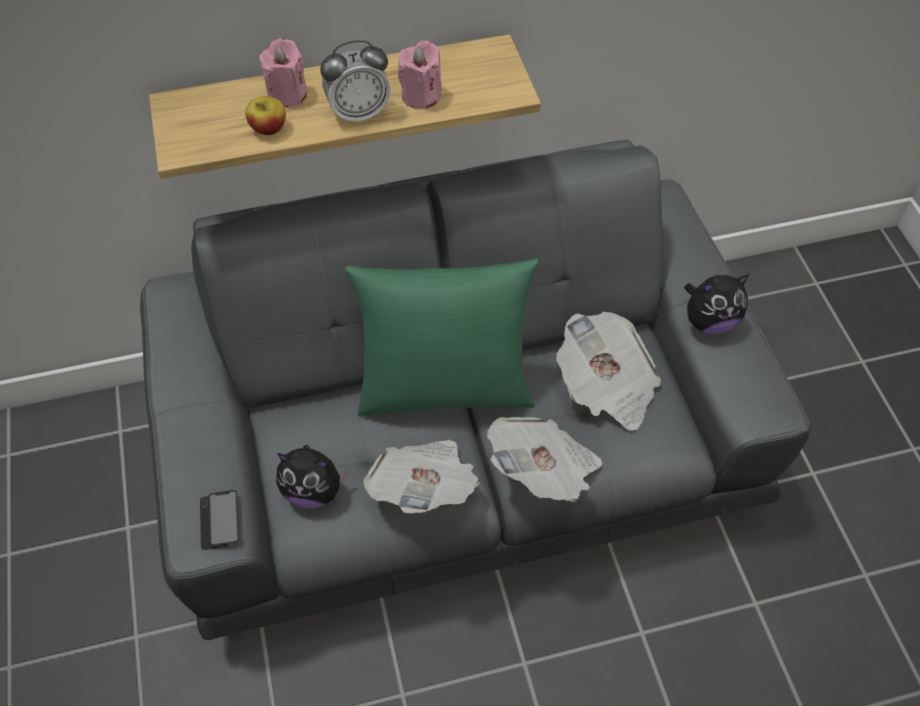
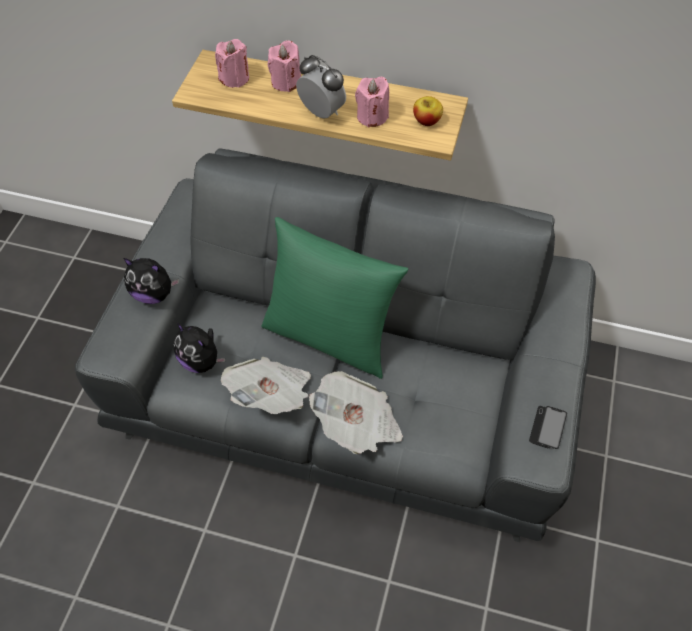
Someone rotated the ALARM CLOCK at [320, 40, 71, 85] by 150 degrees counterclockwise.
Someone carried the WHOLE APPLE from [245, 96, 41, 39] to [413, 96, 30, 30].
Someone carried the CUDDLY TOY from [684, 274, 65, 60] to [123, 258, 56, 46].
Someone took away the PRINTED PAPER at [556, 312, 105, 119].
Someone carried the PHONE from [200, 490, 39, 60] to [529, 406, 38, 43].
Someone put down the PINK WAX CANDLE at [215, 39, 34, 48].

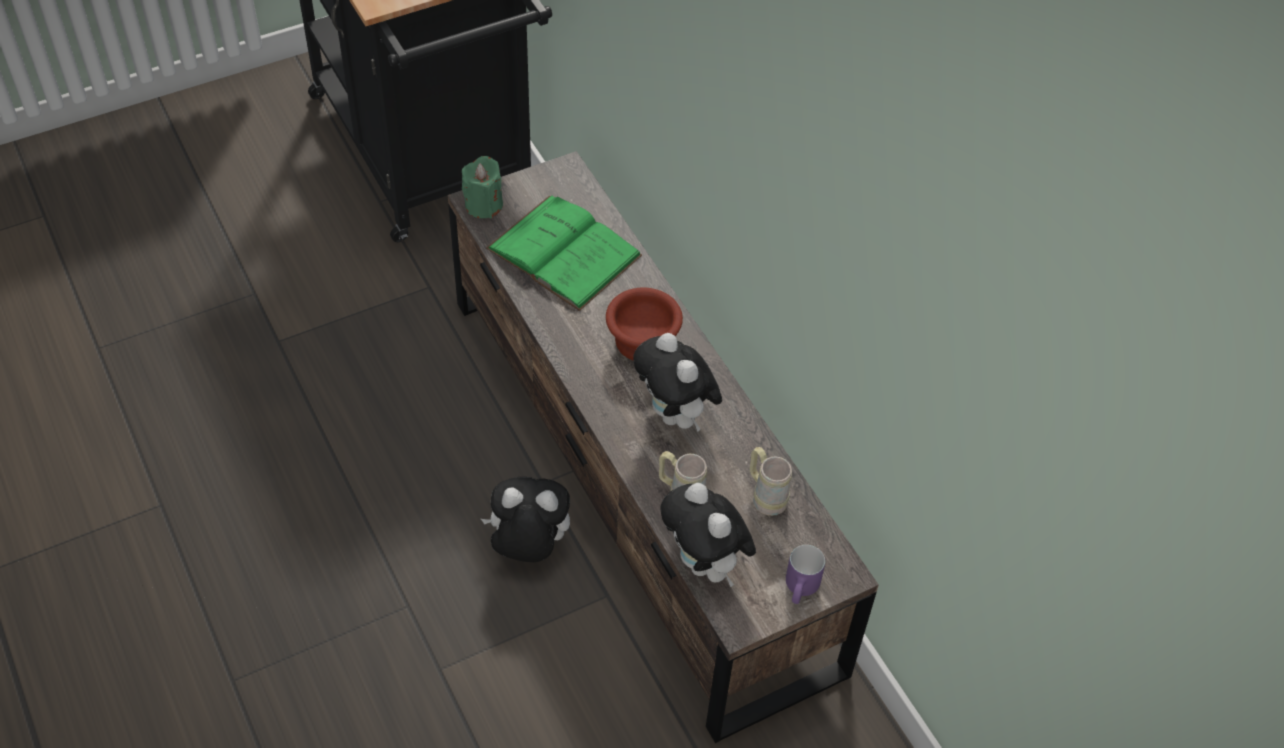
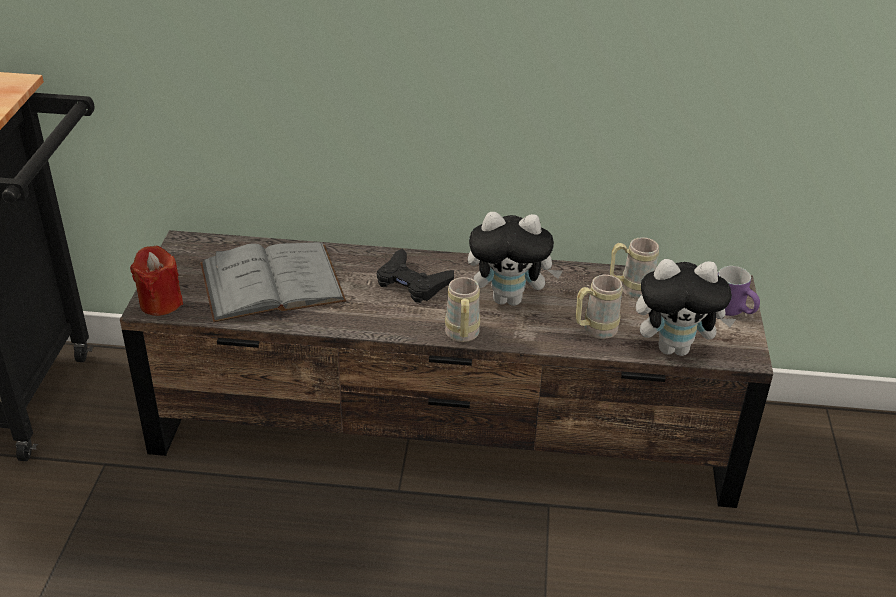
Someone repainted the GREEN WAX CANDLE at [462, 156, 41, 62], which became the RED WAX CANDLE at [130, 246, 53, 70].
Someone repainted the GREEN BOOK at [486, 195, 156, 116], which became the GREYISH BOOK at [200, 242, 146, 80].
Someone swapped the BROWN SERVING BOWL at [606, 288, 77, 73] for the BLACK-COLOURED JOYPAD at [377, 248, 77, 55].
Someone took away the CUDDLY TOY at [481, 477, 89, 85].
Someone put down the SAND-COLOURED MUG at [445, 277, 35, 65].

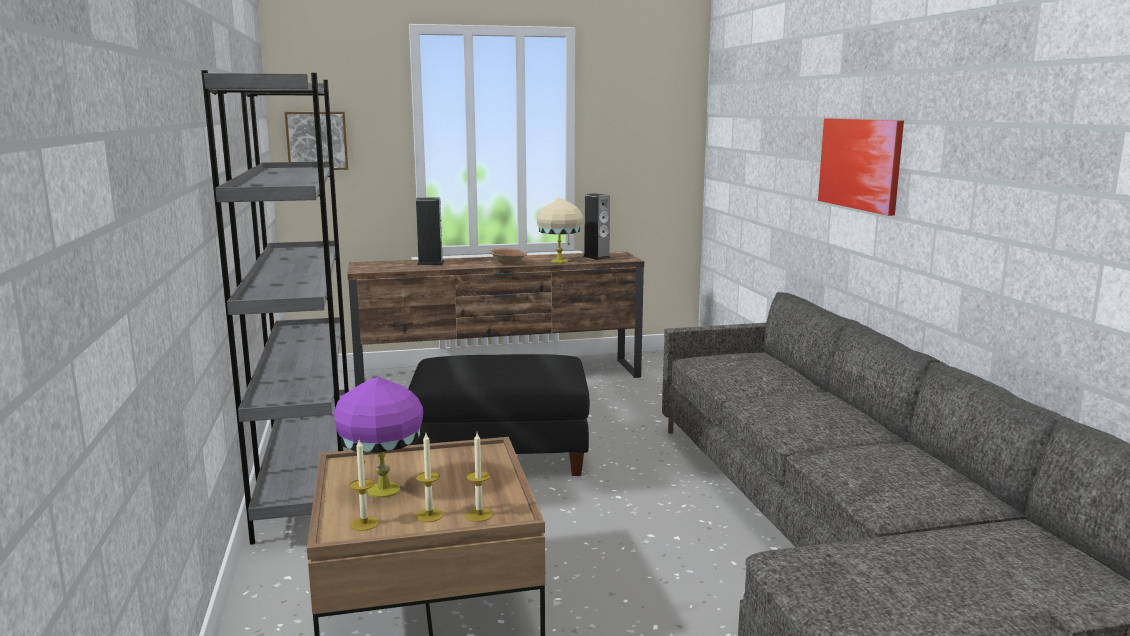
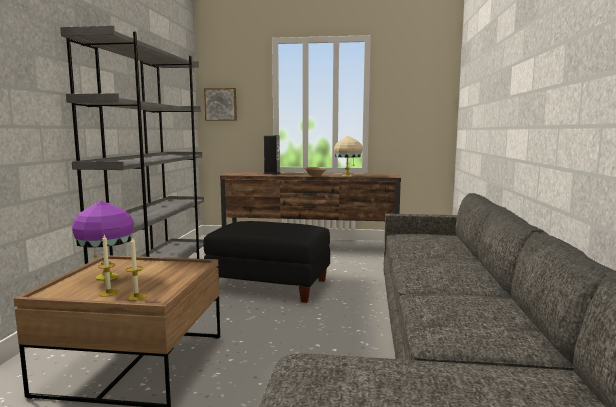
Someone took away the PICTURE at [818, 118, 86, 98].
Someone took away the AUDIO SPEAKER at [583, 193, 27, 67].
Someone took away the WAX CANDLE at [350, 440, 29, 91].

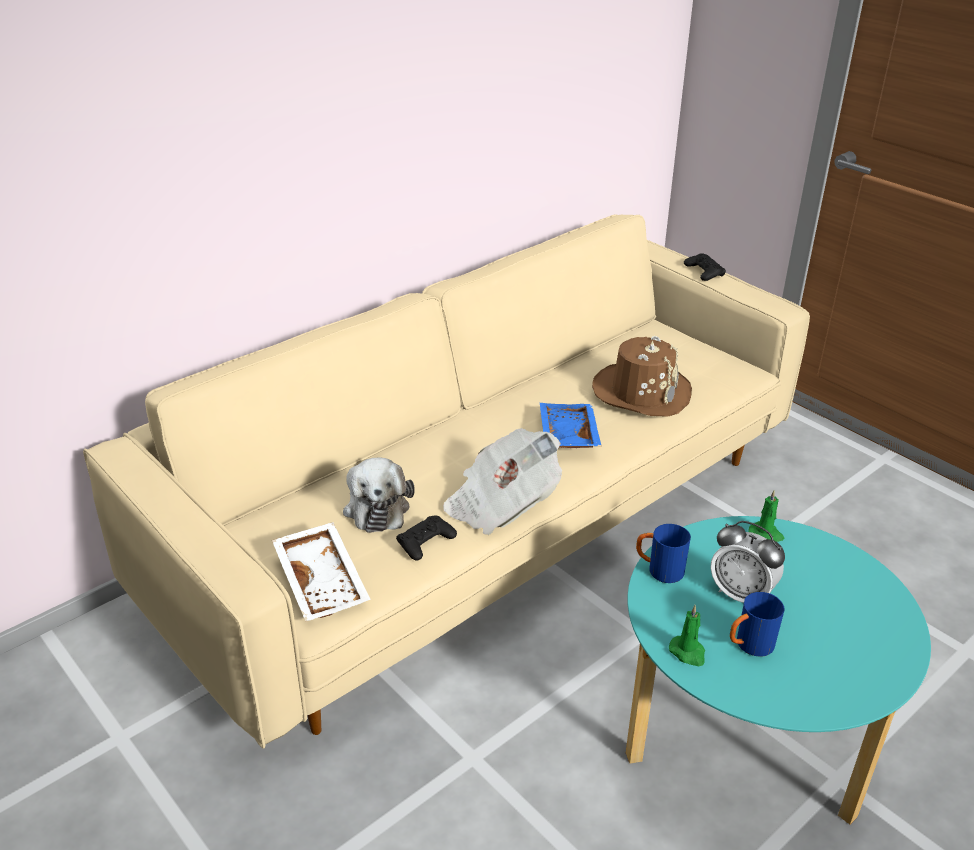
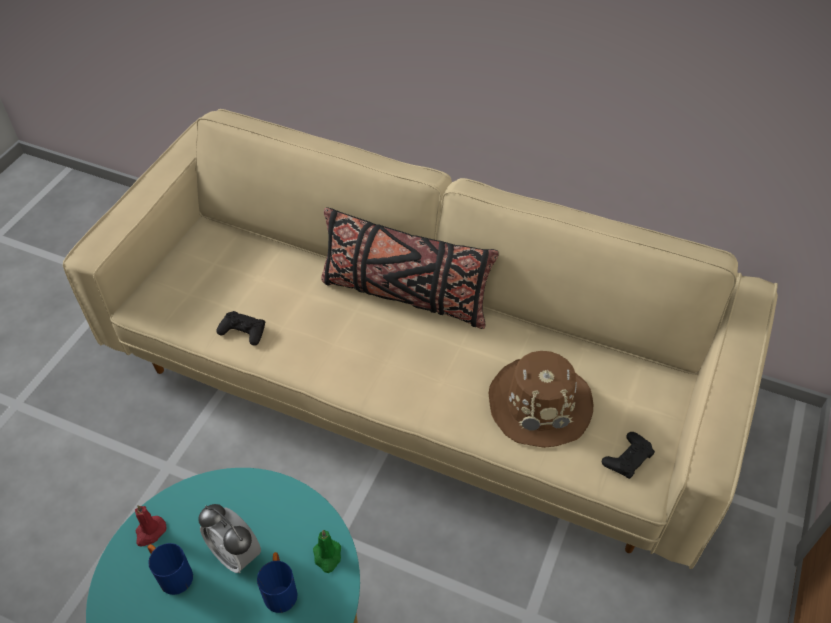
Someone carried the BLACK-COLOURED JOYPAD from [684, 254, 42, 27] to [602, 432, 53, 47].
Someone took away the BLUE-COLOURED CARRYING TRAY at [540, 403, 62, 45].
Someone took away the PRINTED PAPER at [443, 428, 119, 107].
Someone took away the CUDDLY TOY at [343, 457, 72, 76].
Someone rotated the ALARM CLOCK at [711, 521, 74, 82] by 60 degrees counterclockwise.
Someone took away the WHITE-COLOURED CARRYING TRAY at [272, 522, 99, 100].
Someone carried the BLUE-COLOURED MUG from [636, 524, 55, 59] to [257, 552, 41, 61].
Someone repainted the GREEN WAX CANDLE at [669, 605, 36, 61], which became the RED WAX CANDLE at [135, 505, 32, 42].
Someone put down the BLACK-COLOURED PILLOW at [321, 207, 178, 122].

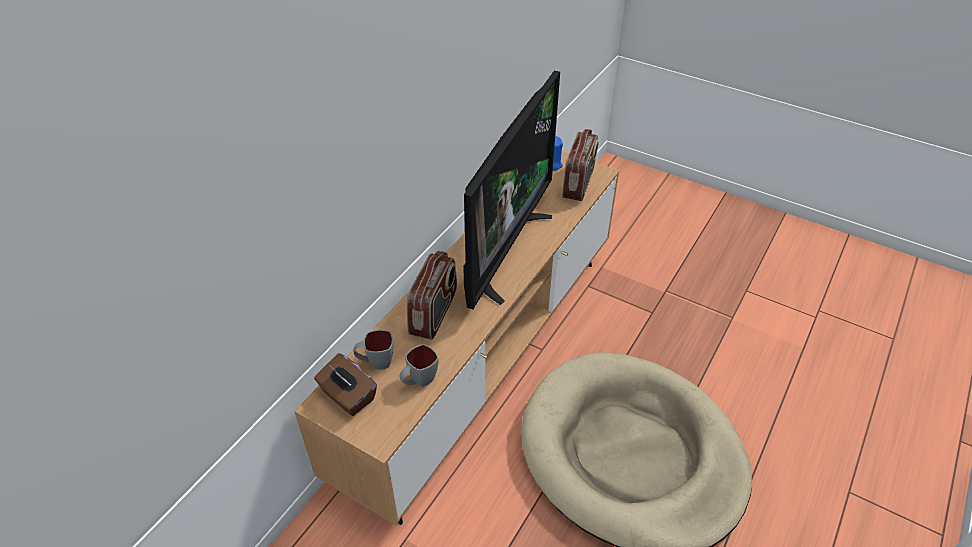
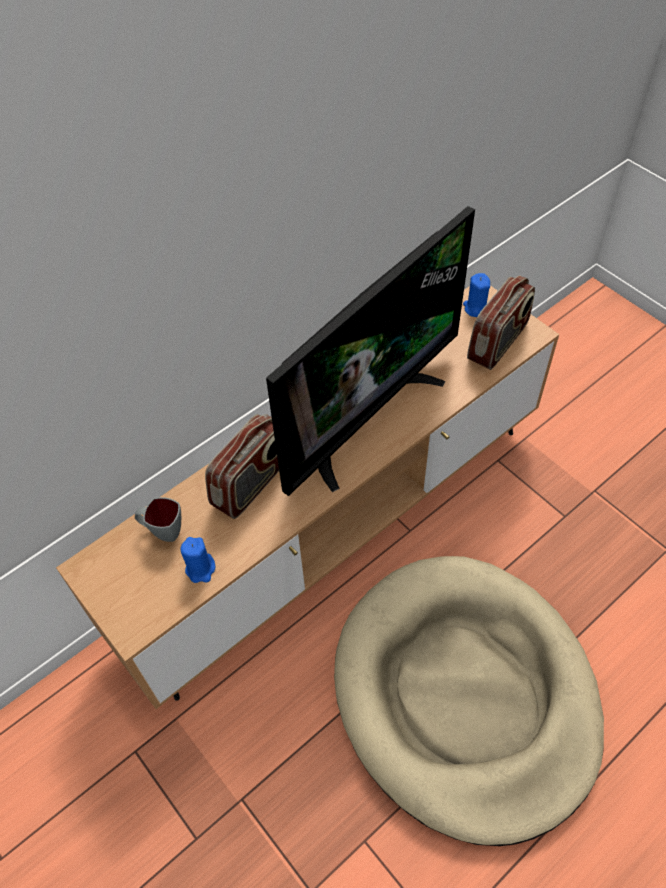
Someone swapped the GREYISH MUG at [399, 344, 39, 43] for the BLUE-COLOURED WAX CANDLE at [181, 537, 34, 46].
Someone took away the BROWN TISSUE HOLDER at [314, 353, 63, 63].

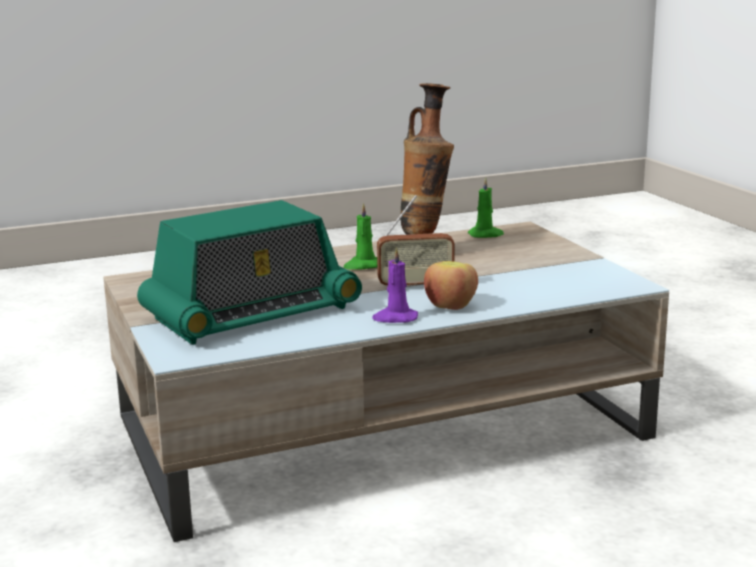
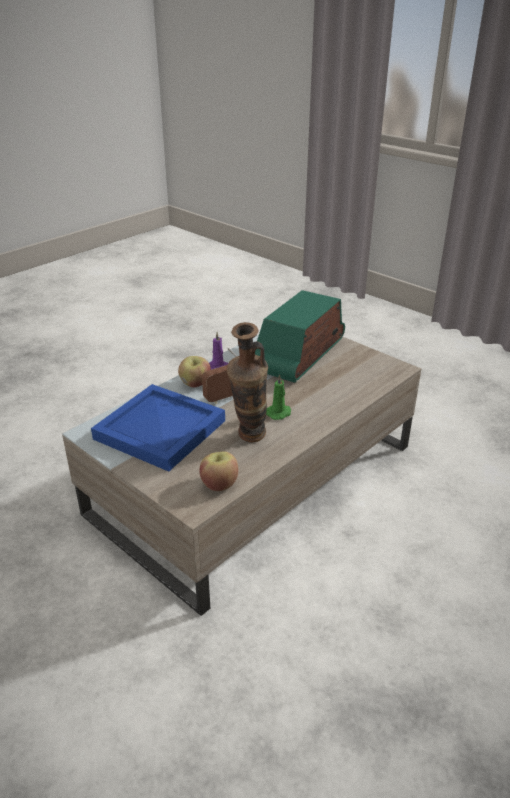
Someone swapped the GREEN WAX CANDLE at [468, 177, 36, 61] for the WHOLE APPLE at [200, 451, 38, 40].
Someone put down the BLUE-COLOURED CARRYING TRAY at [91, 384, 134, 87].

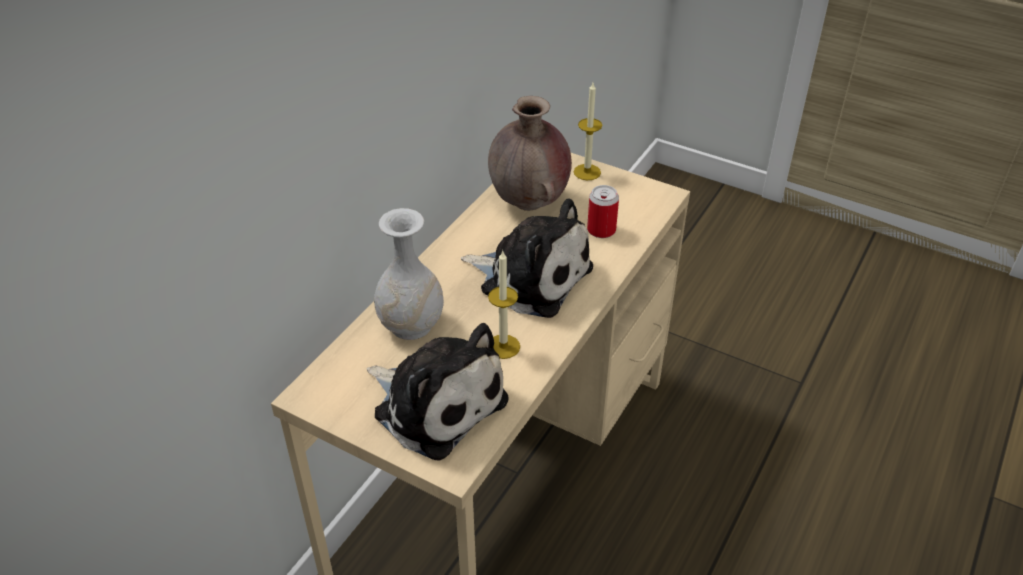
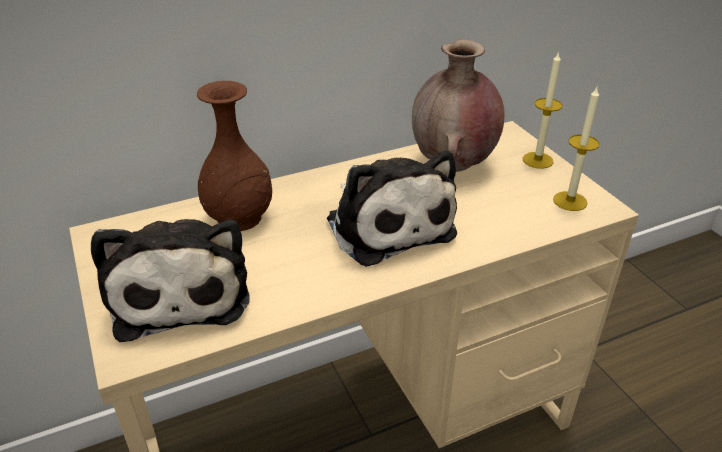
Someone took away the METAL CAN at [587, 185, 32, 53].
Someone repainted the WHITE-COLOURED VASE at [374, 208, 70, 132], which became the BROWN VASE at [197, 81, 75, 150].
Someone carried the WAX CANDLE from [488, 250, 32, 109] to [553, 87, 47, 124].

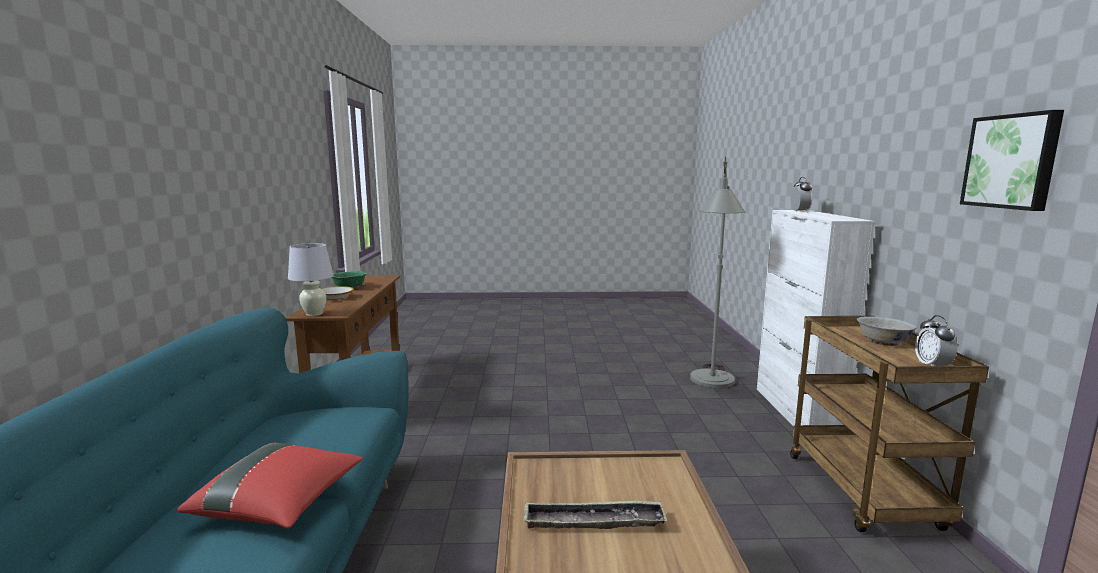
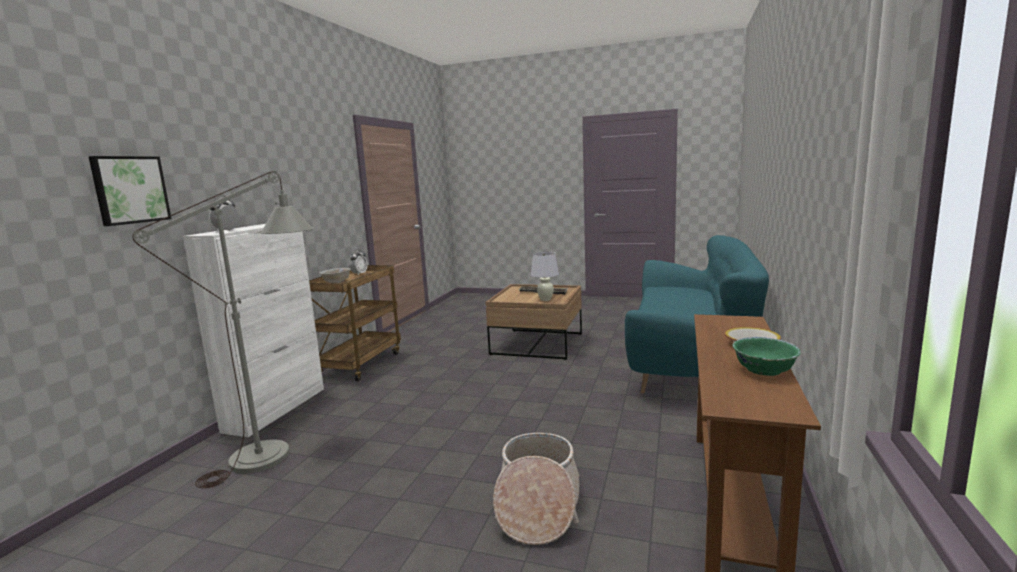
Someone carried the PICTURE from [960, 110, 104, 101] to [88, 156, 84, 70].
Someone carried the WHITE-COLOURED LAMP FOR A TABLE from [288, 243, 45, 73] to [531, 252, 28, 49].
Someone took away the RED PILLOW at [177, 443, 186, 86].
Someone put down the BASKET at [493, 433, 86, 112].

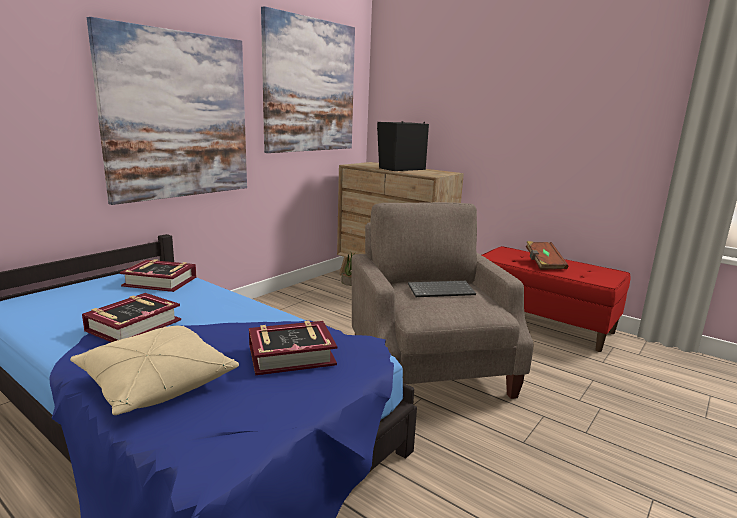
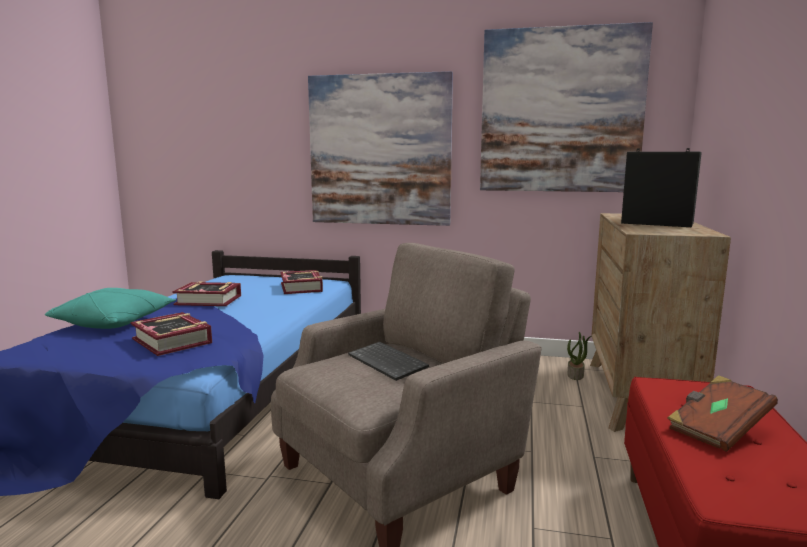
Someone repainted the SAND-COLOURED PILLOW at [70, 326, 169, 89], which became the TURQUOISE PILLOW at [45, 288, 131, 41].

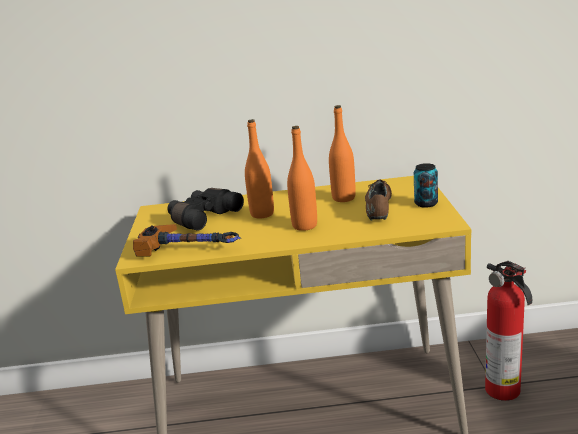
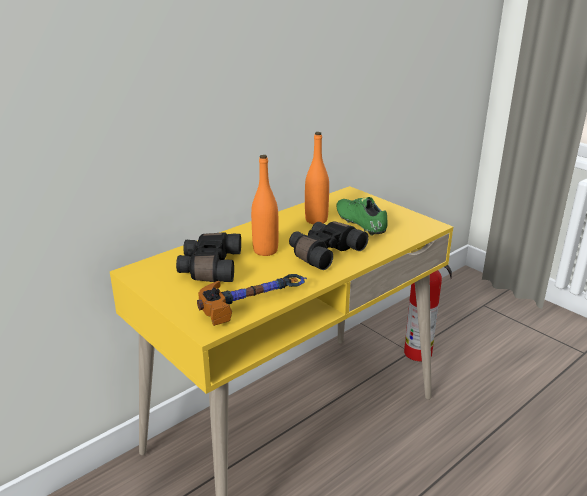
Someone swapped the ORANGEY BOTTLE at [287, 126, 30, 105] for the BLACK-COLOURED BINOCULARS at [289, 222, 80, 48].
Someone took away the METAL CAN at [414, 163, 24, 45].
Someone repainted the BROWN SHOE at [365, 179, 27, 42], which became the GREEN SHOE at [336, 197, 52, 39].

